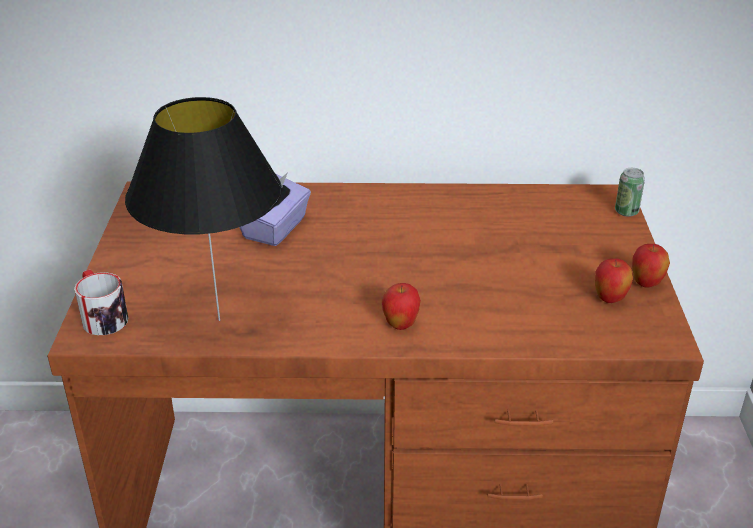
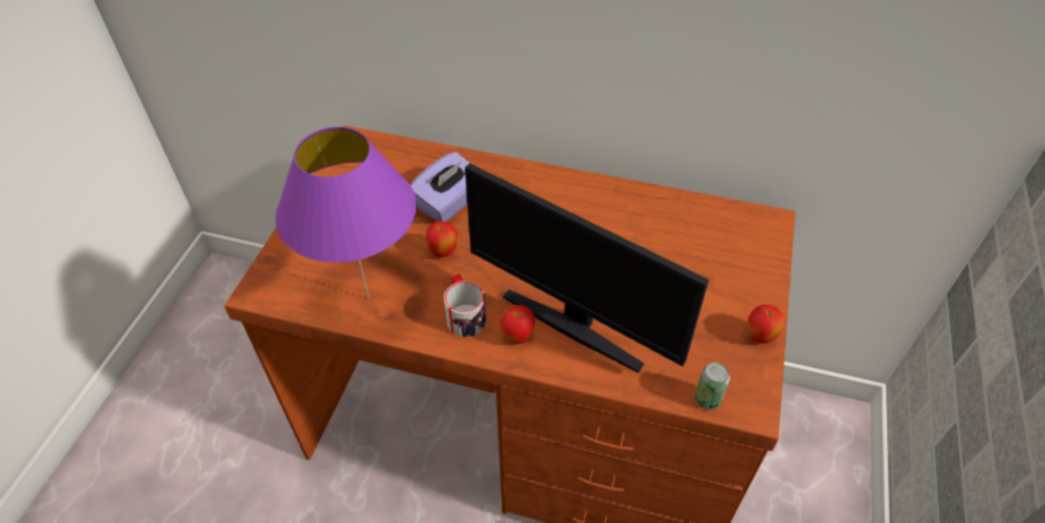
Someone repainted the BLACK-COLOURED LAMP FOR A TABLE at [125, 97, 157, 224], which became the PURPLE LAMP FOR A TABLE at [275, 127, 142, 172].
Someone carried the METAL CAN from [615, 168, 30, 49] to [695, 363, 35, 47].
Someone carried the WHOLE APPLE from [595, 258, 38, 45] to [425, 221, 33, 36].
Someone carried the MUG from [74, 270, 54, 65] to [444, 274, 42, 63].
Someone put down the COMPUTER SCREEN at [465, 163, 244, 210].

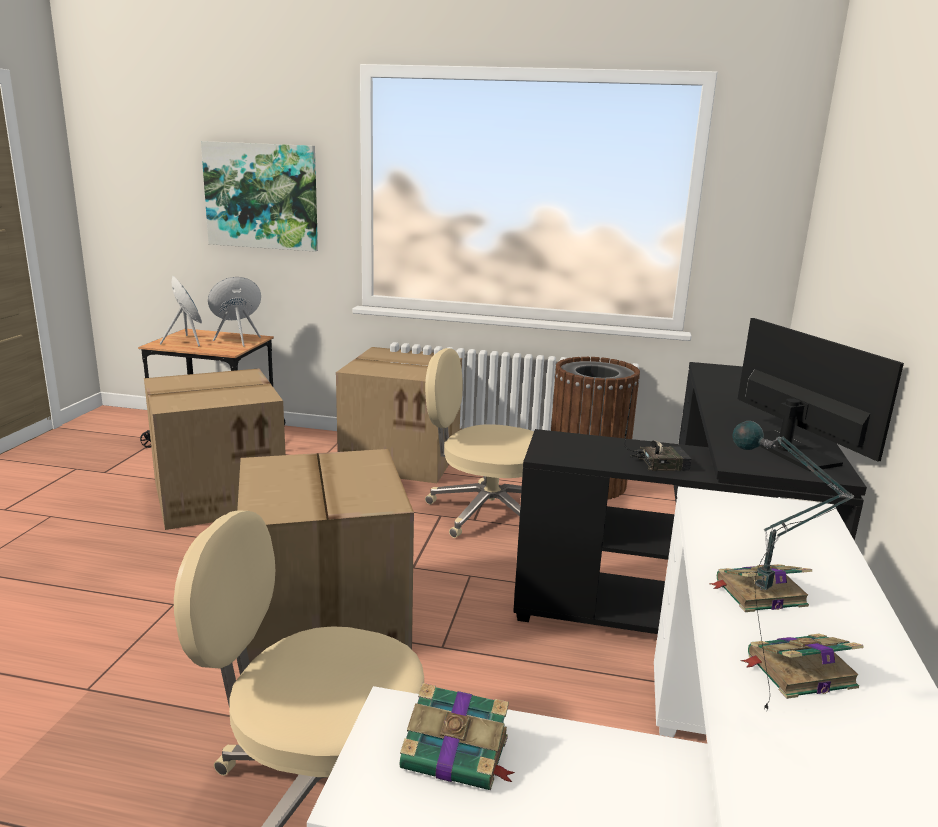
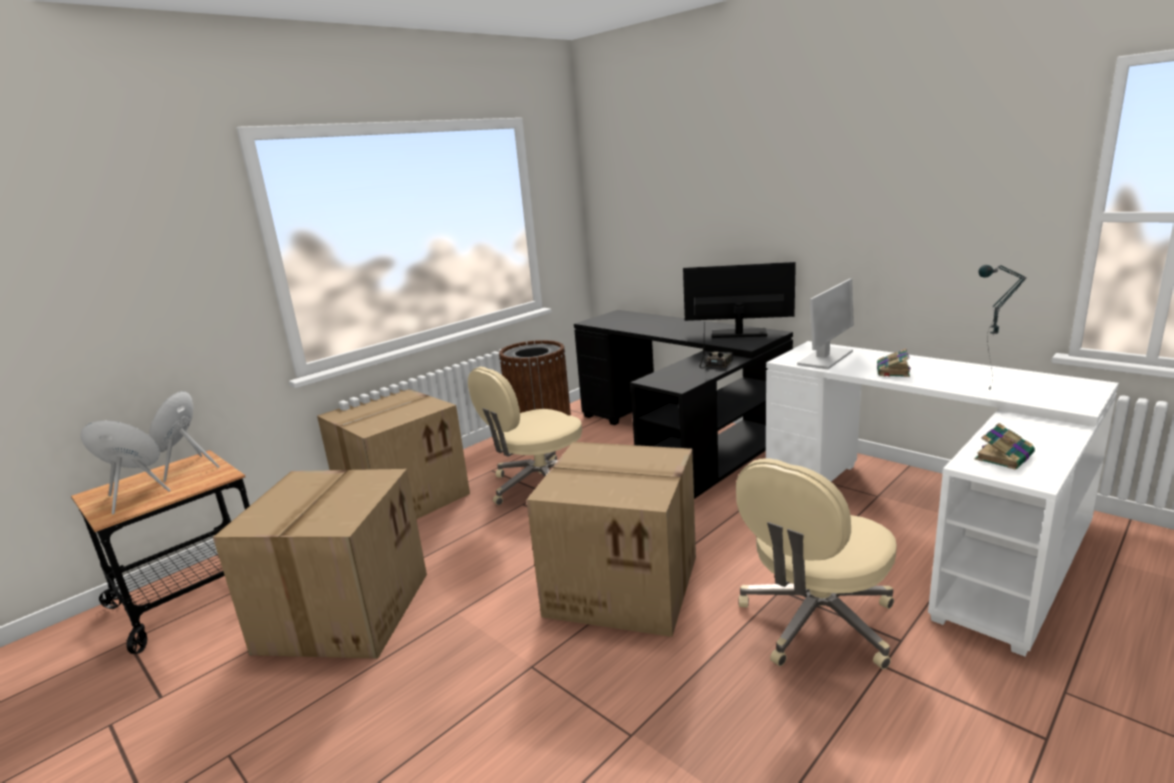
Someone took away the PICTURE at [201, 141, 117, 111].
Someone took away the BOOK at [741, 634, 123, 65].
Someone put down the COMPUTER SCREEN at [797, 279, 57, 90].

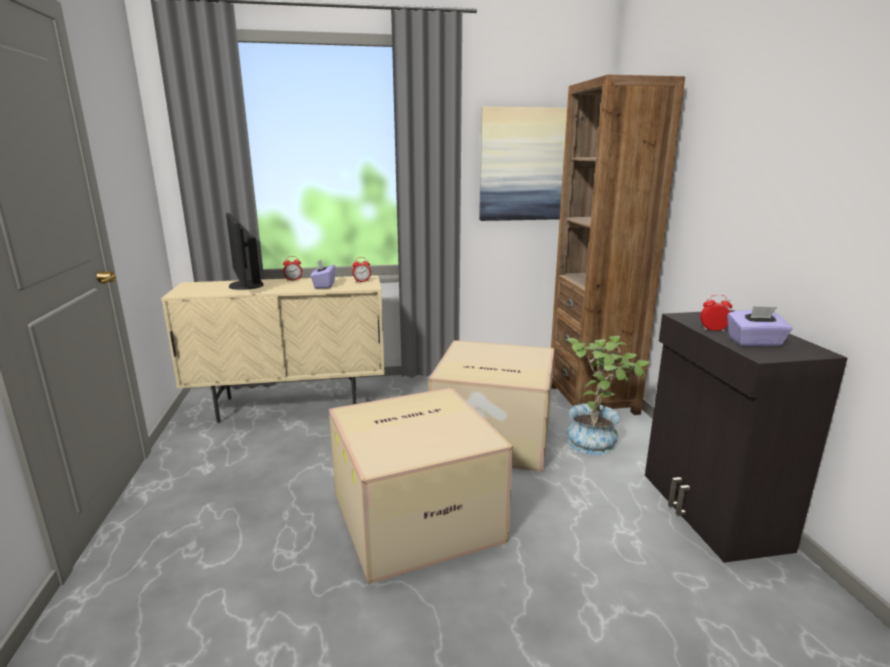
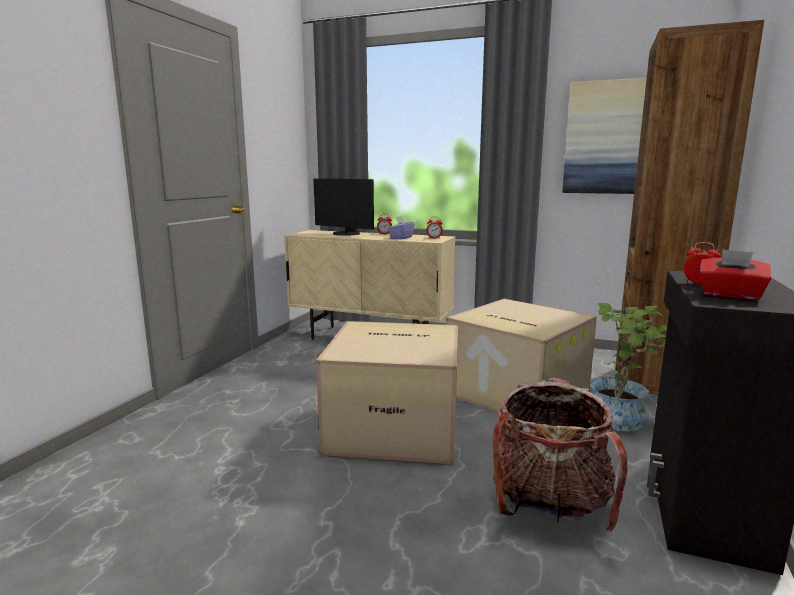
Someone rotated the COMPUTER SCREEN at [226, 213, 37, 77] by 60 degrees counterclockwise.
Someone repainted the PURPLE TISSUE HOLDER at [727, 306, 65, 40], which became the RED TISSUE HOLDER at [700, 249, 71, 51].
Someone put down the KNAPSACK at [493, 377, 134, 155].

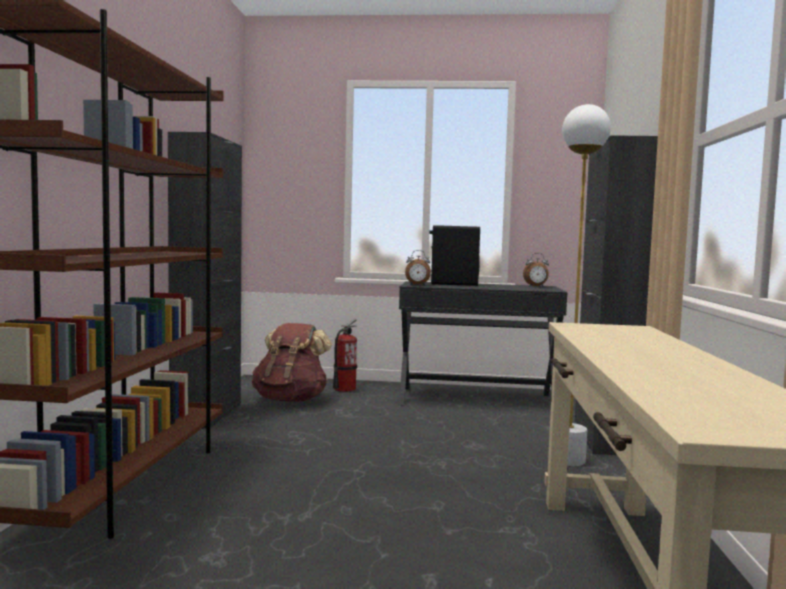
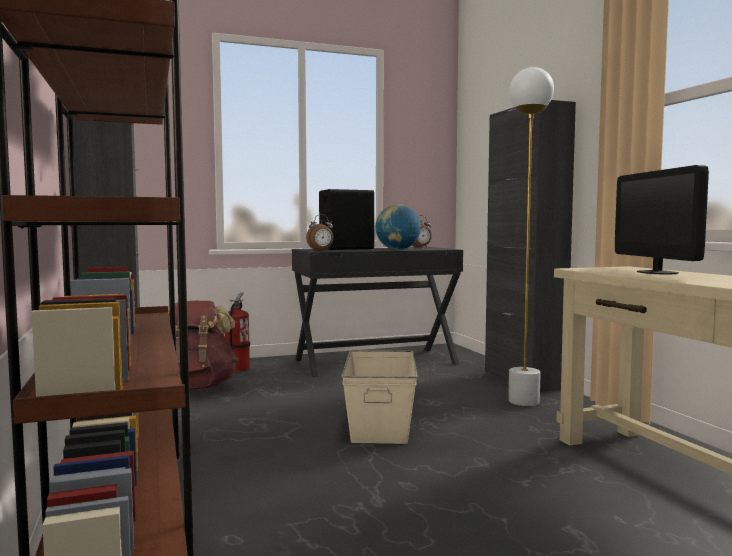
Someone put down the COMPUTER SCREEN at [615, 165, 94, 110].
Someone put down the GLOBE at [376, 204, 45, 46].
Someone put down the SAND-COLOURED STORAGE BIN at [341, 350, 77, 94].

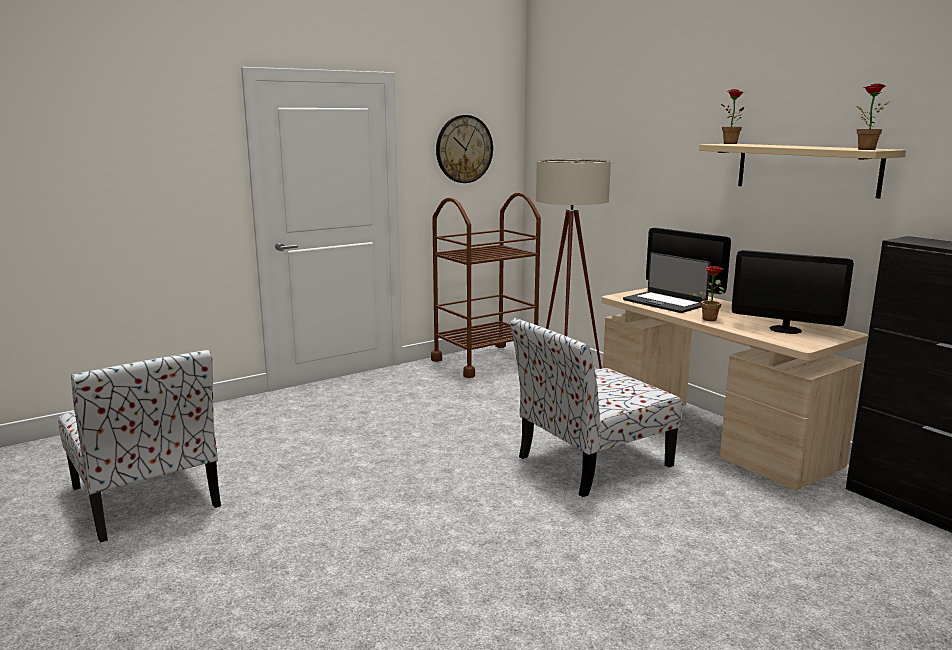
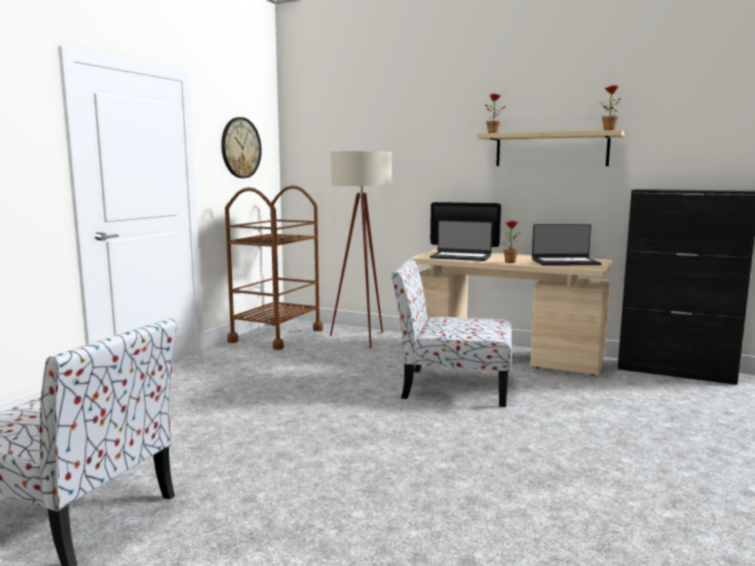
Someone swapped the COMPUTER SCREEN at [732, 250, 122, 84] for the PORTABLE COMPUTER at [532, 224, 69, 41].
Someone rotated the PLAIN CHAIR at [510, 318, 173, 179] by 75 degrees clockwise.

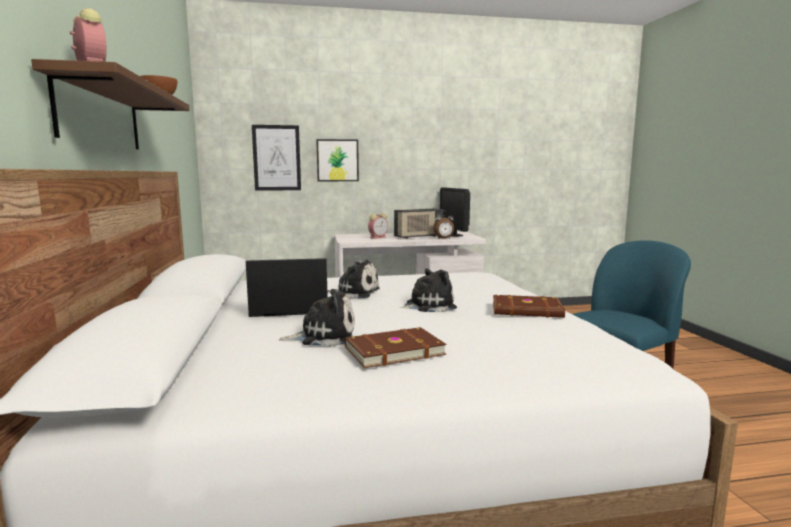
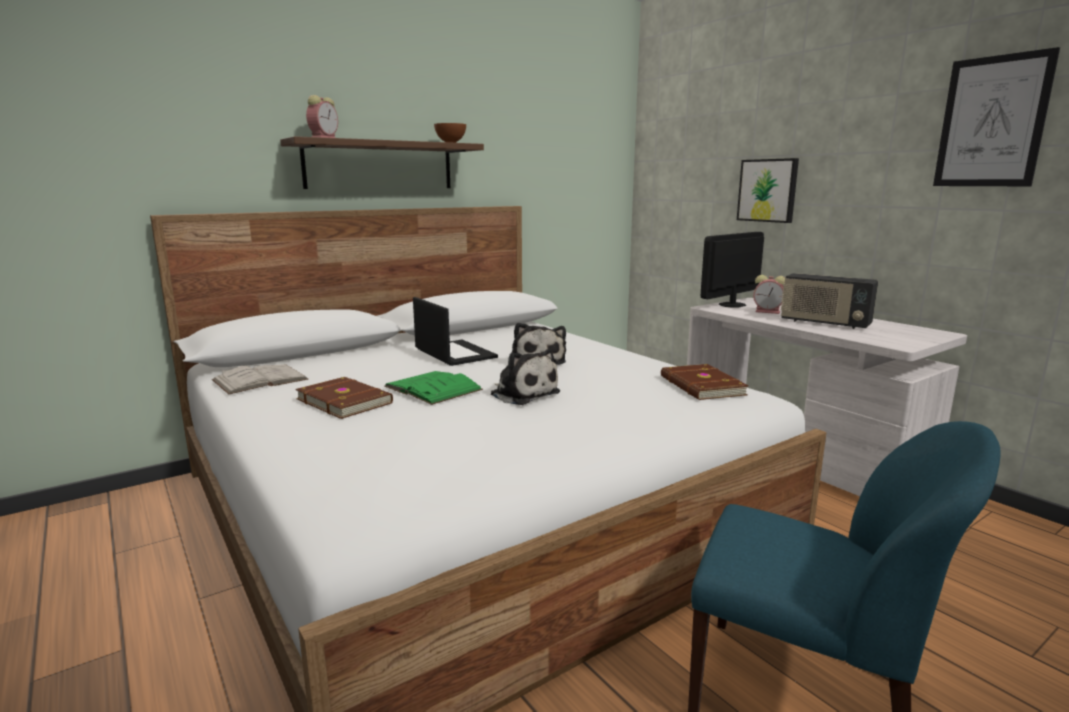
Someone carried the PICTURE from [252, 125, 49, 66] to [933, 47, 127, 139].
Someone carried the COMPUTER SCREEN from [440, 188, 30, 49] to [701, 232, 63, 76].
Someone took away the ALARM CLOCK at [433, 211, 21, 28].
Someone took away the CUDDLY TOY at [278, 289, 77, 57].
Someone carried the BROWN BOOK from [493, 295, 72, 23] to [661, 364, 88, 36].
Someone put down the WHITE-COLOURED BOOK at [212, 364, 96, 30].
Someone put down the GREEN BOOK at [385, 371, 98, 34].

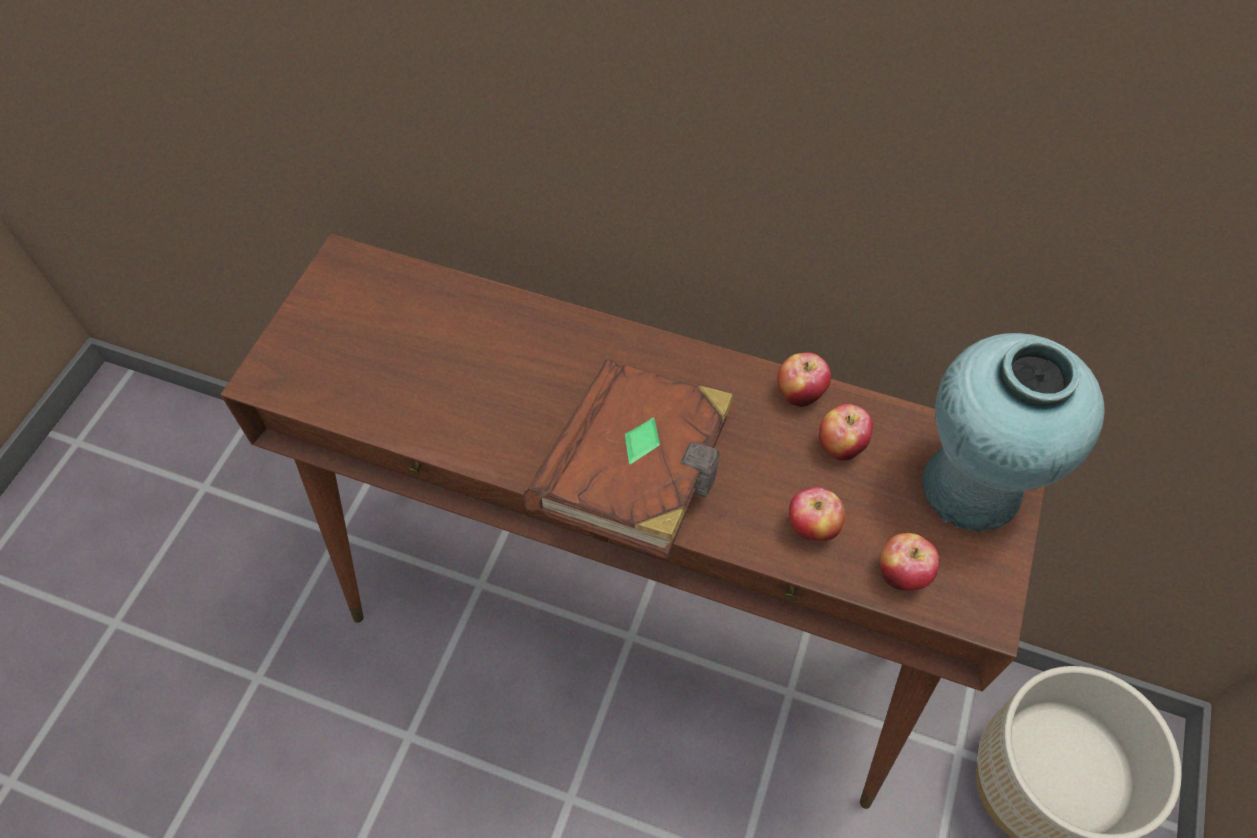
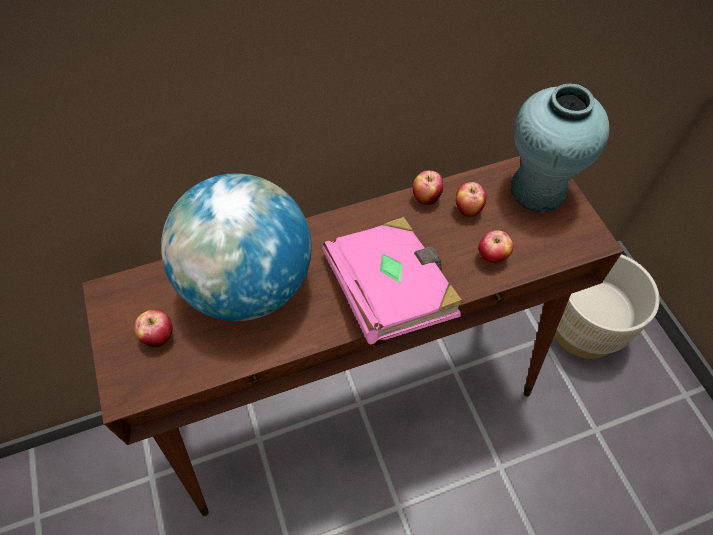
Someone repainted the BROWN BOOK at [523, 359, 212, 200], which became the PINK BOOK at [322, 217, 141, 128].
Someone carried the WHOLE APPLE from [880, 533, 59, 58] to [134, 310, 39, 37].
Someone put down the GLOBE at [161, 173, 151, 148].

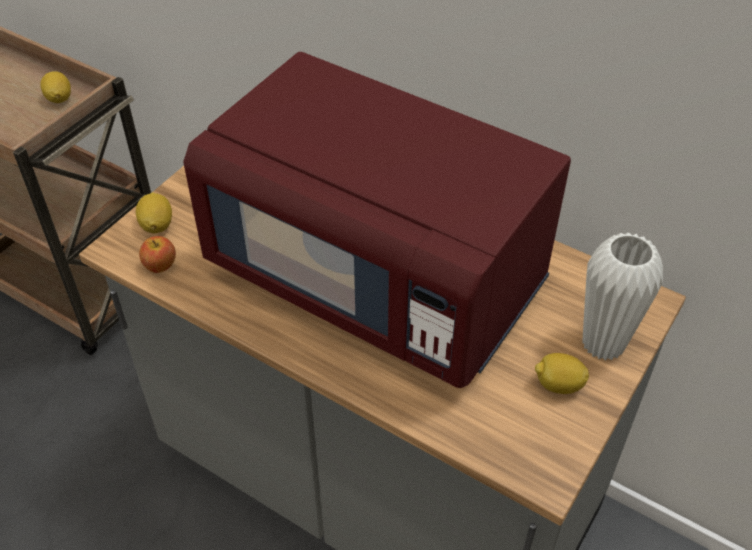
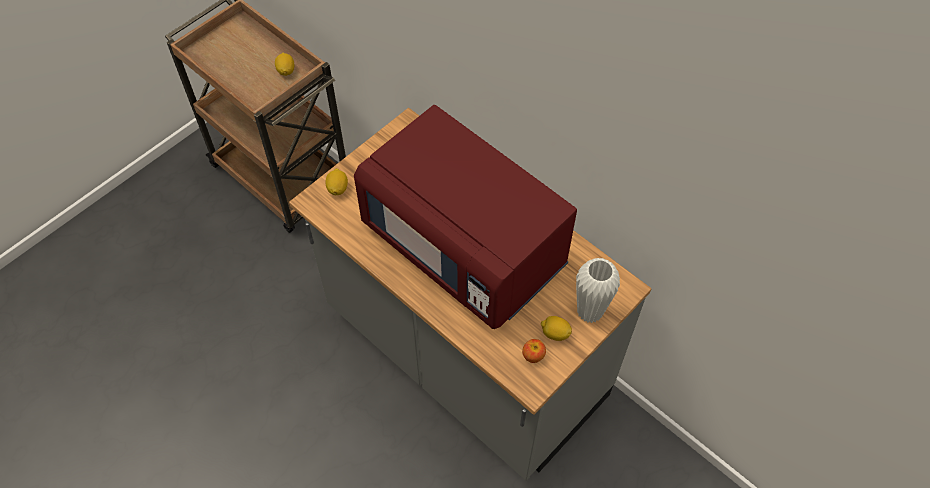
Someone carried the WHOLE APPLE from [139, 236, 37, 37] to [522, 339, 24, 24].

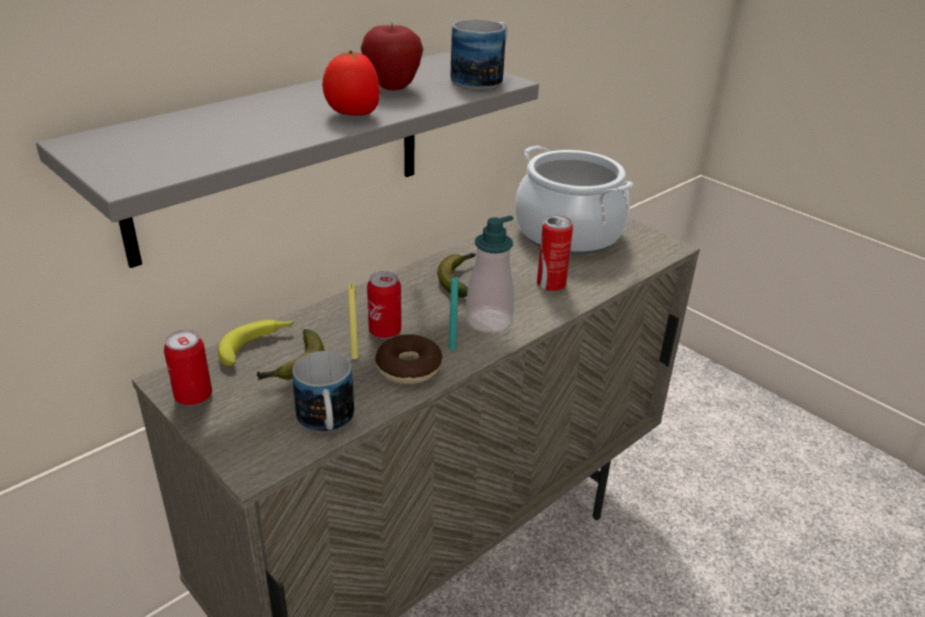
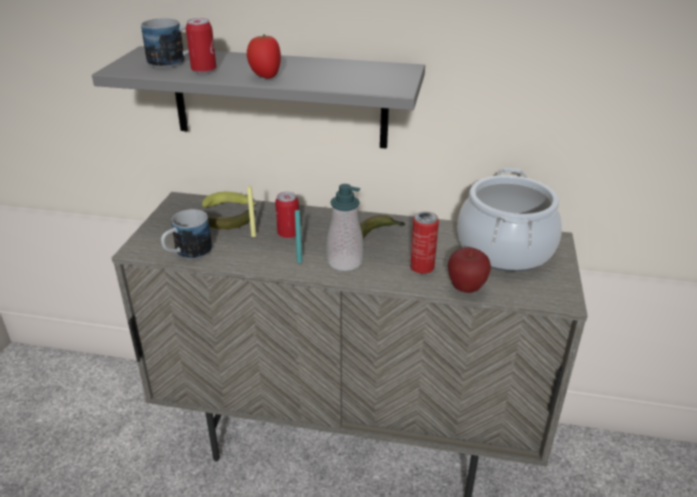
Someone carried the MUG from [450, 19, 57, 71] to [141, 18, 48, 50].
Someone carried the WHOLE APPLE from [361, 23, 62, 67] to [448, 247, 43, 46].
Someone carried the METAL CAN from [164, 330, 48, 76] to [186, 18, 31, 56].
Someone took away the DONUT at [375, 334, 67, 50].

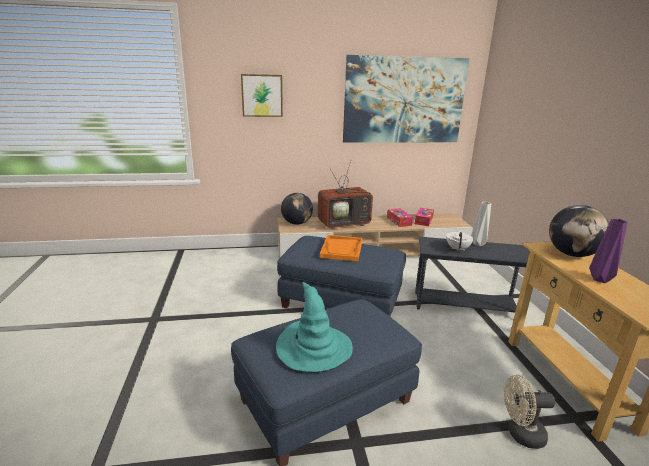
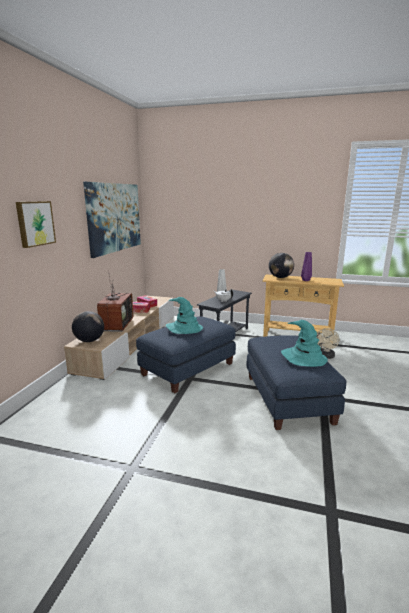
Someone swapped the ORANGEY CARRYING TRAY at [320, 235, 42, 27] for the TURQUOISE WEARABLE HAT at [166, 297, 37, 37].

